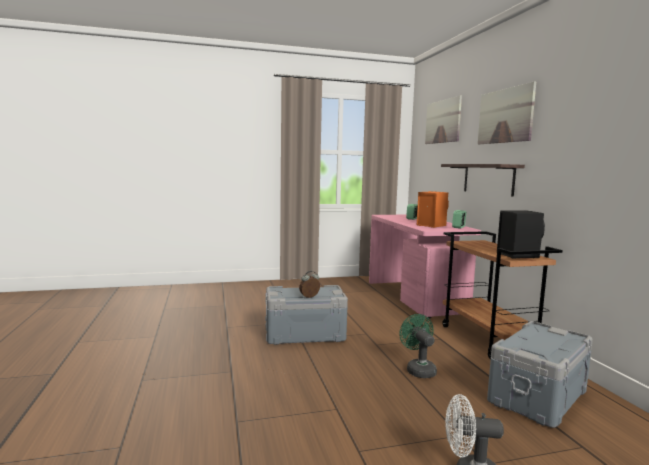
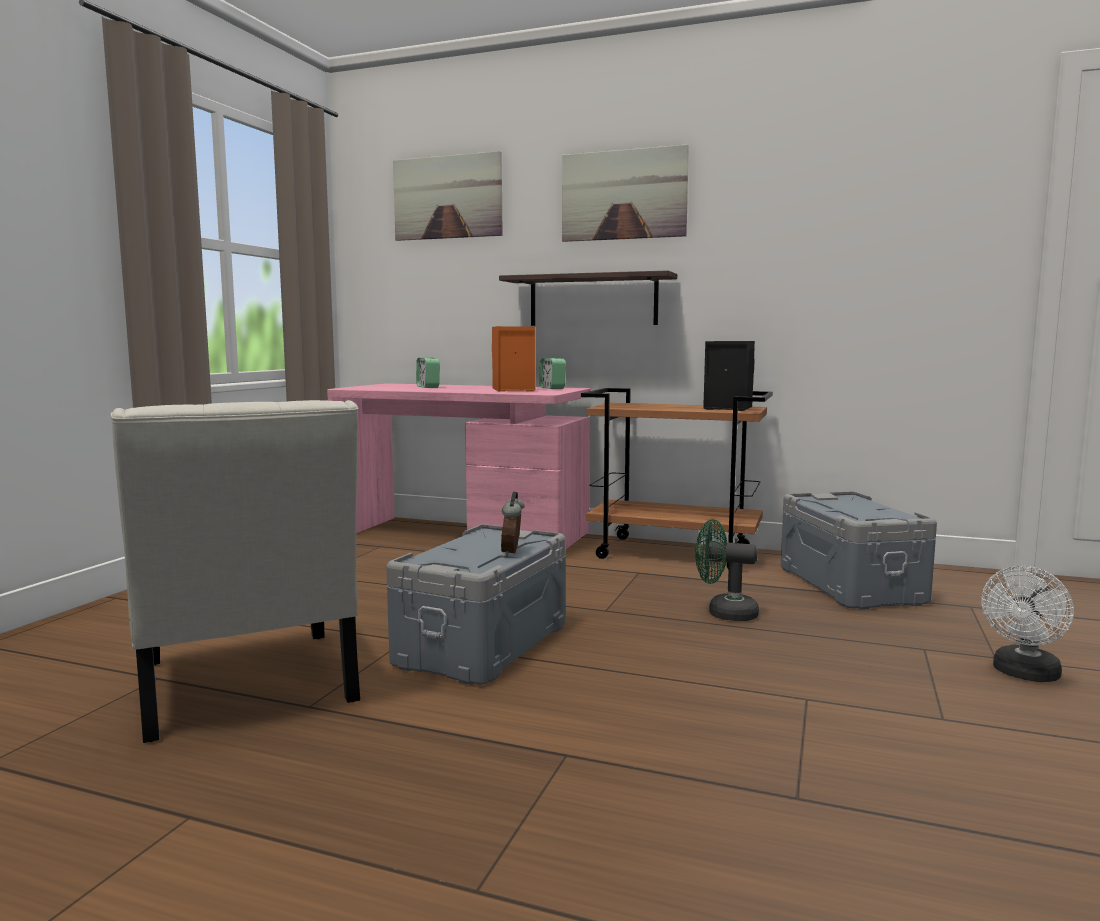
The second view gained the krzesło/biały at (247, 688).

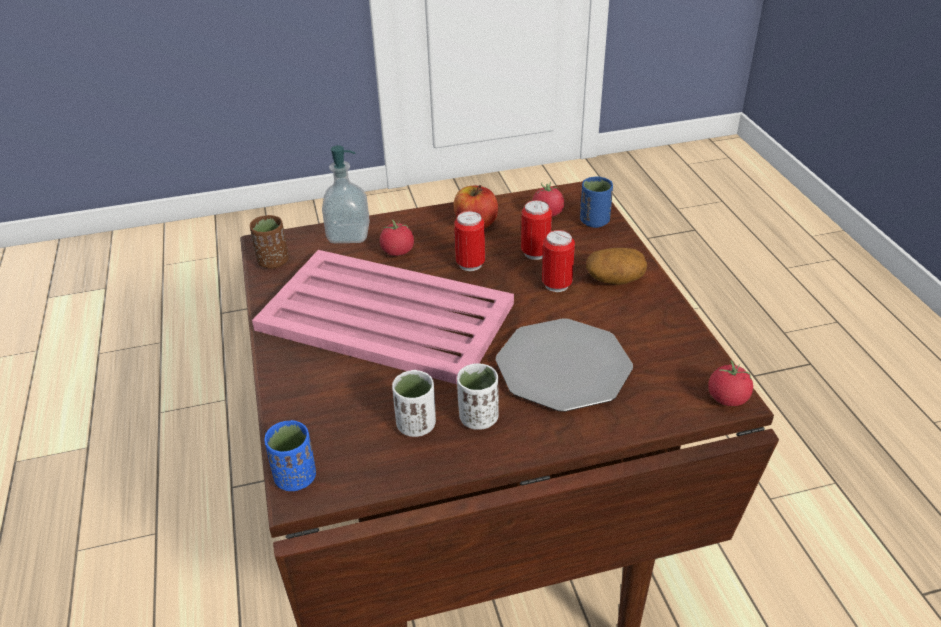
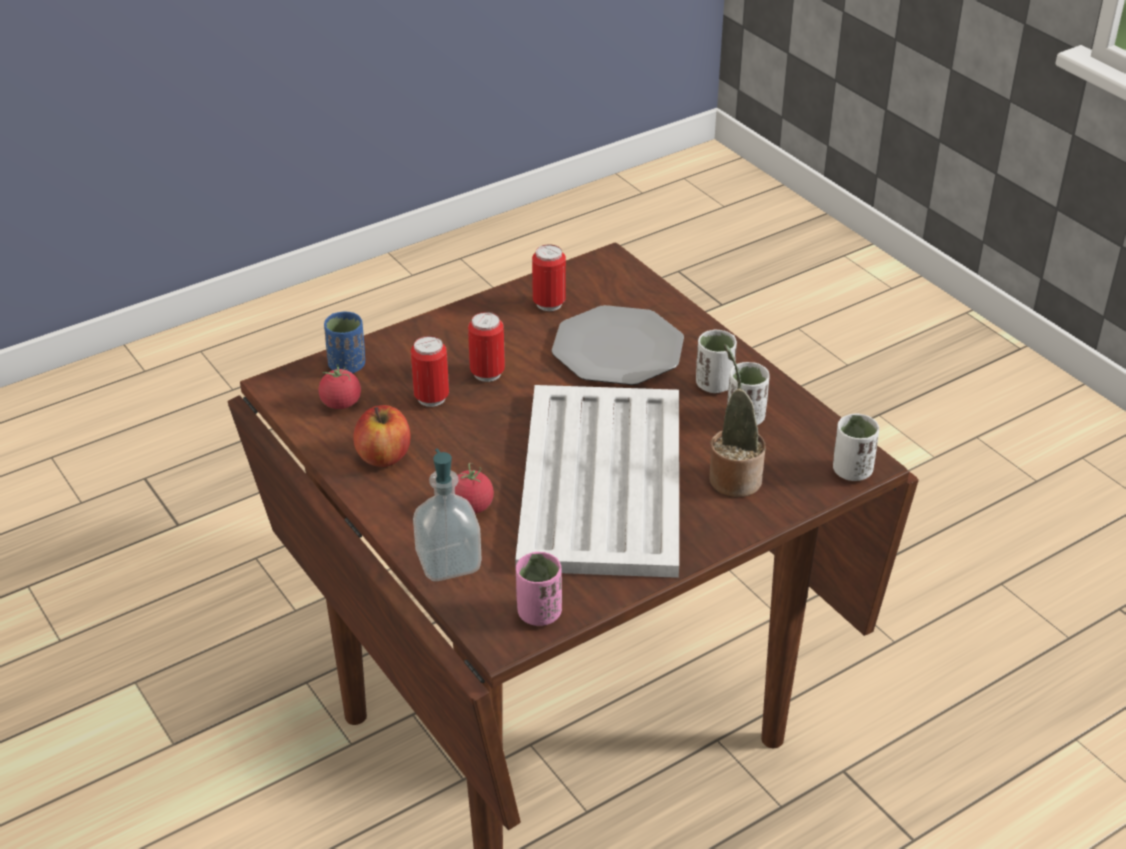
What was the taca/różowy at (387, 318) turned into the taca/biały at (602, 479).
What was the filiżanka/brązowy at (273, 261) turned into the filiżanka/różowy at (539, 613).
The puszka ended up elsewhere, having gone from (470, 264) to (549, 304).
The second view gained the roślina doniczkowa at (733, 477).
What was the filiżanka/niebieski at (296, 477) turned into the filiżanka/biały at (852, 471).
The second view lost the ziemniak at (614, 279).
The second view lost the pomidor at (727, 398).

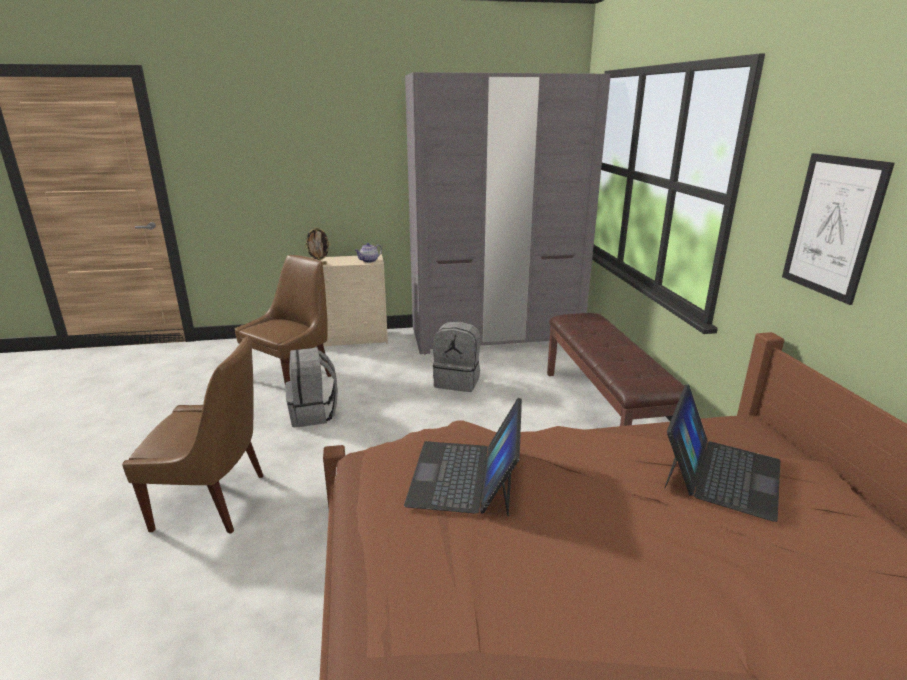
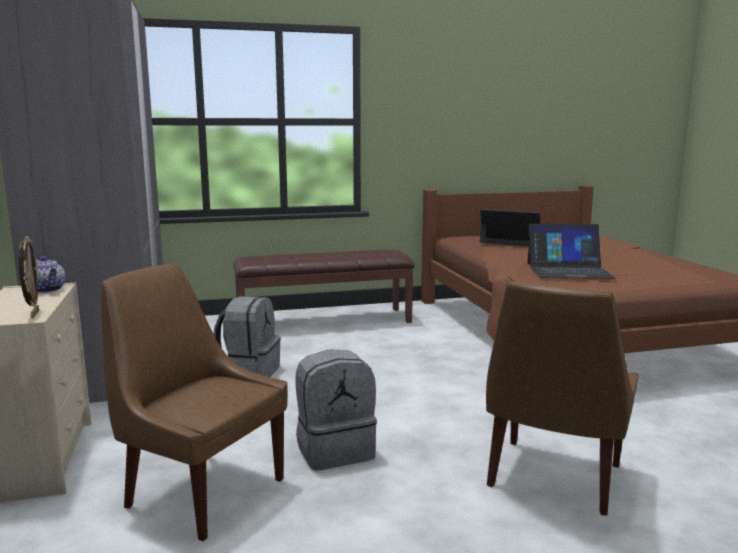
The krzesło/brązowy at (215, 502) ended up facing another way, 150 degrees counterclockwise from before.
The second view lost the obraz at (832, 226).

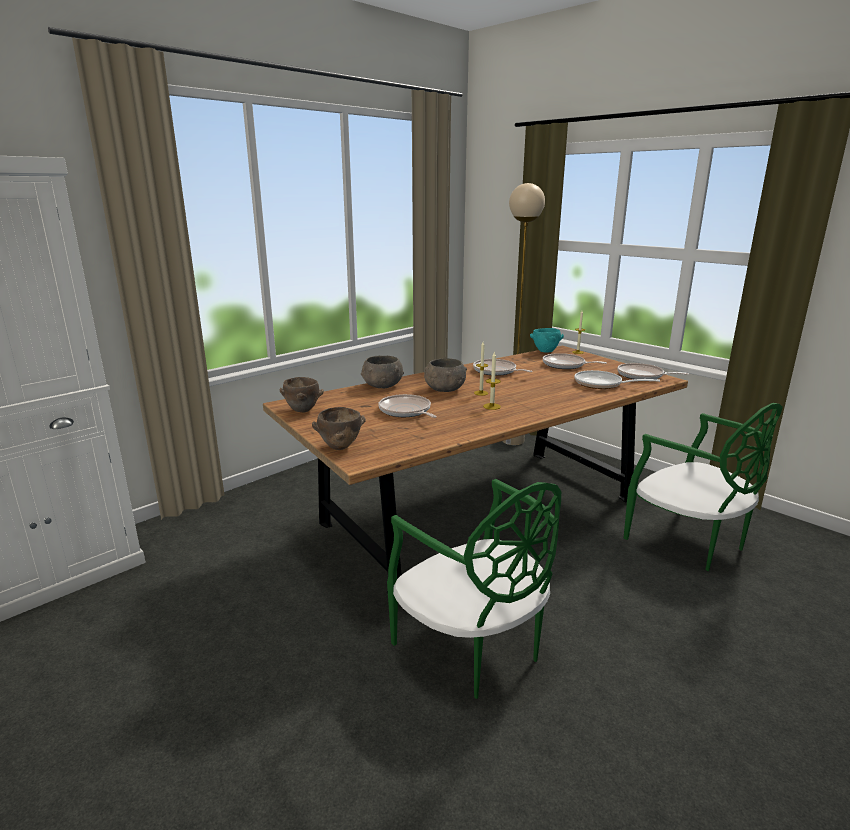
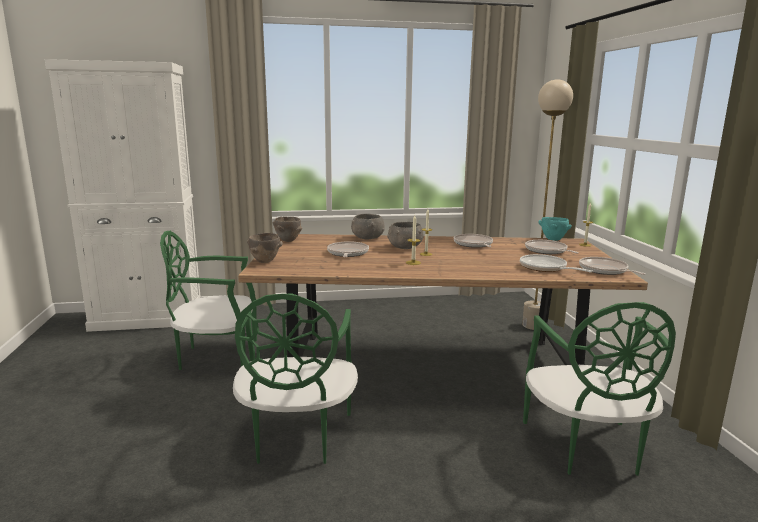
The second view gained the krzesło/zielony at (217, 357).

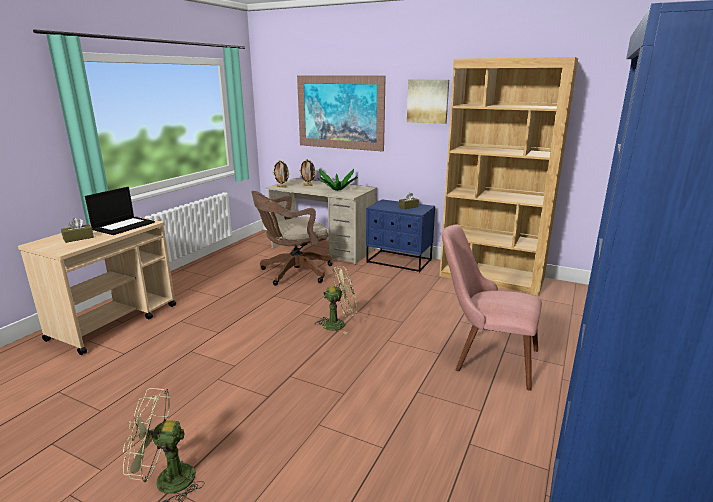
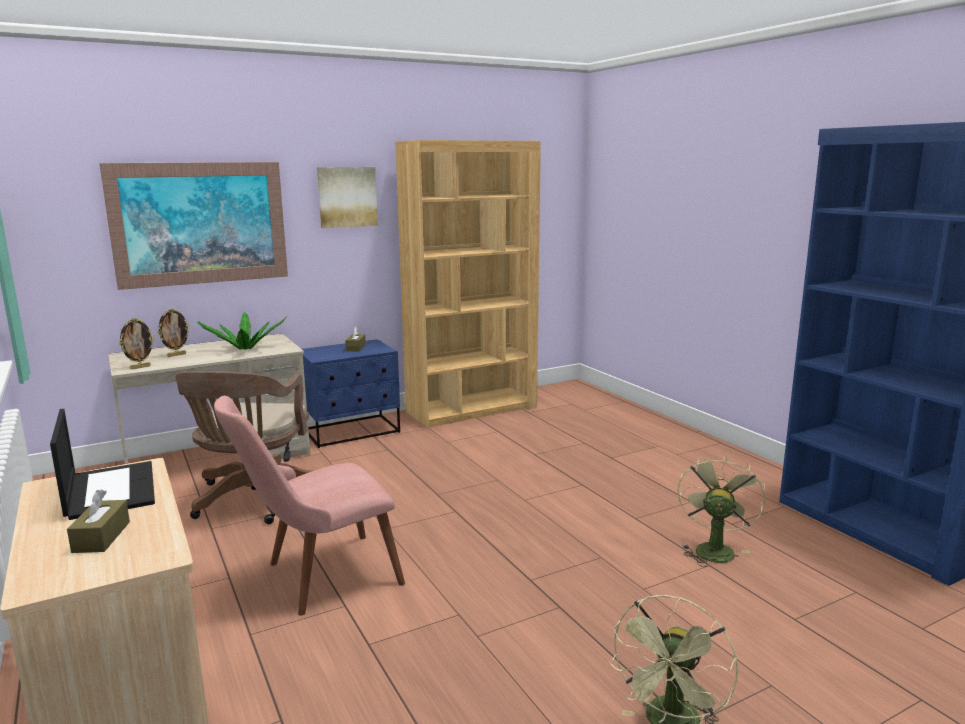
The krzesło/różowy ended up elsewhere, having gone from (485, 357) to (317, 578).
The wentylator/zielony ended up elsewhere, having gone from (339, 324) to (713, 549).

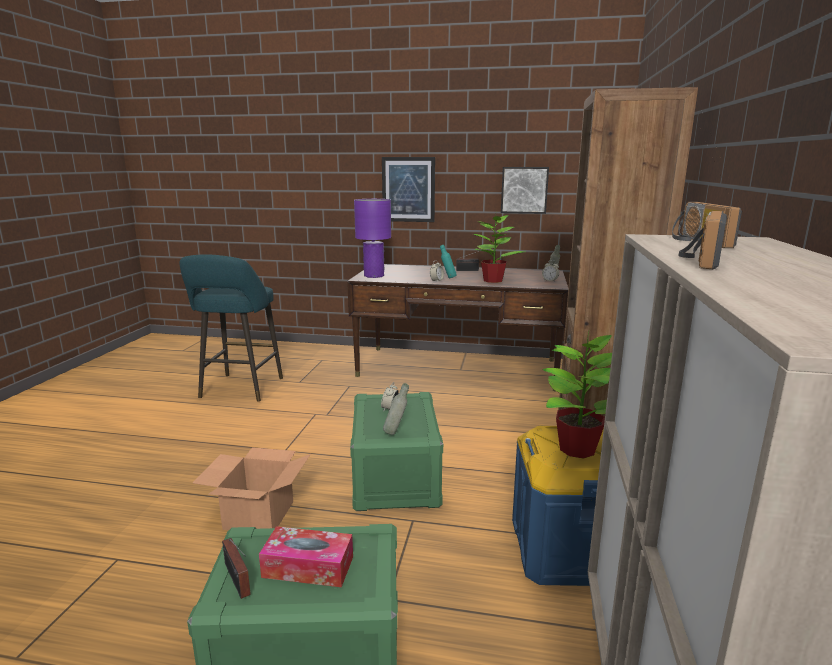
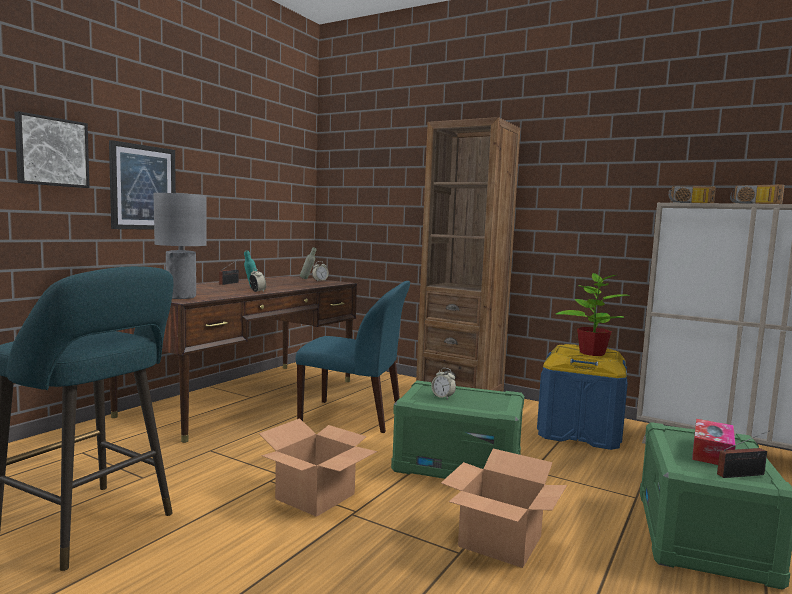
The obraz ended up elsewhere, having gone from (524, 190) to (51, 152).
What was the lampa stołowa/fioletowy at (373, 276) turned into the lampa stołowa/szary at (181, 297).
The second view gained the karton at (315, 496).
The second view gained the krzesło/niebieski at (353, 417).
The second view lost the butelka/szary at (396, 432).
The second view lost the roślina doniczkowa at (493, 280).

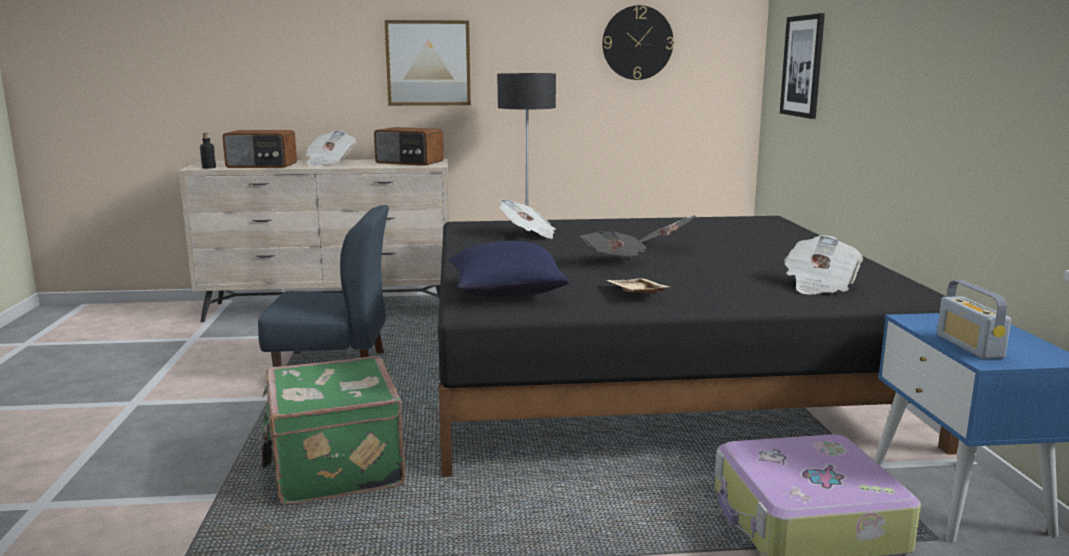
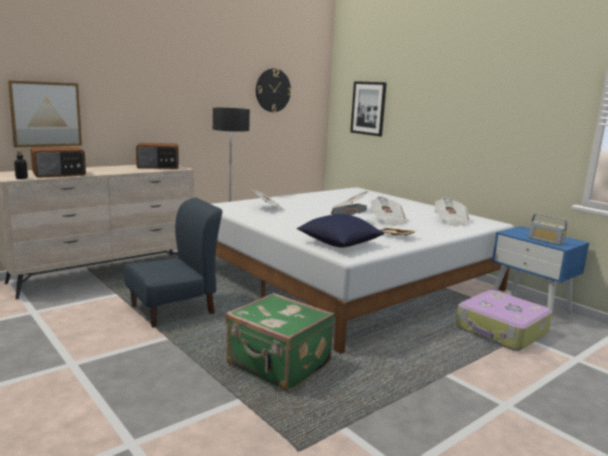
The obraz ended up elsewhere, having gone from (428, 63) to (45, 114).
What was the łóżko/czarny at (649, 375) turned into the łóżko/biały at (349, 280).
The gazeta ended up elsewhere, having gone from (329, 163) to (387, 221).

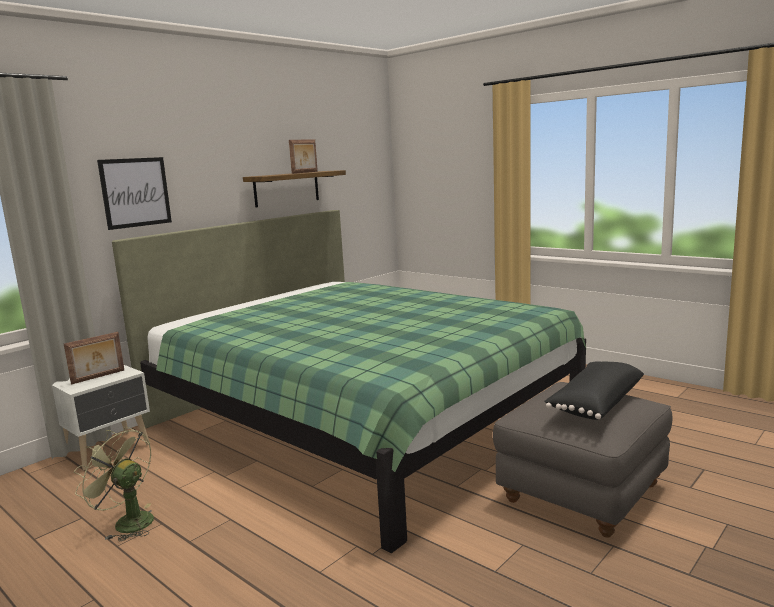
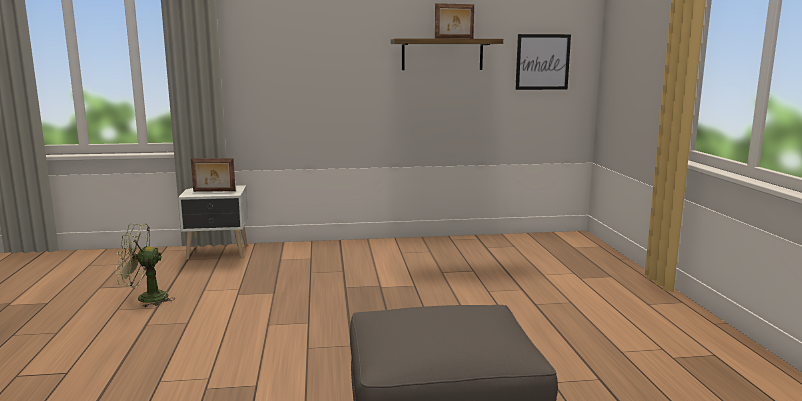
The wentylator/zielony at (127, 522) ended up facing another way, 75 degrees counterclockwise from before.
The obraz ended up elsewhere, having gone from (135, 192) to (542, 62).
The second view lost the łóżko/zielony at (360, 418).
The second view lost the poduszka/czarny at (594, 403).

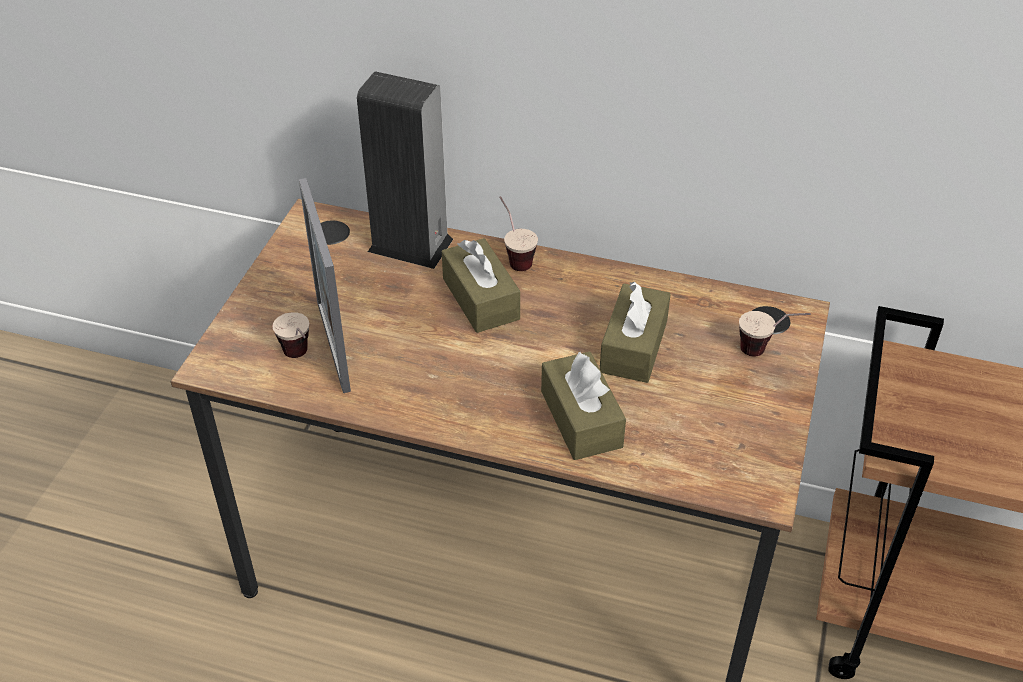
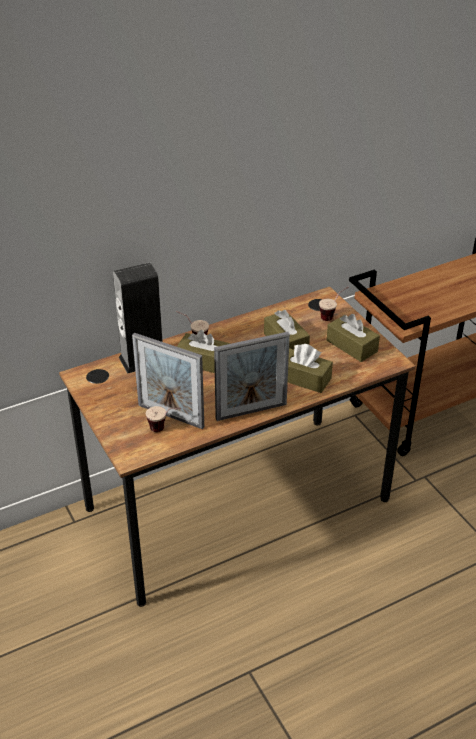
The second view gained the ramka na zdjęcie at (251, 411).
The second view gained the pudełko chusteczek/brązowy at (351, 346).

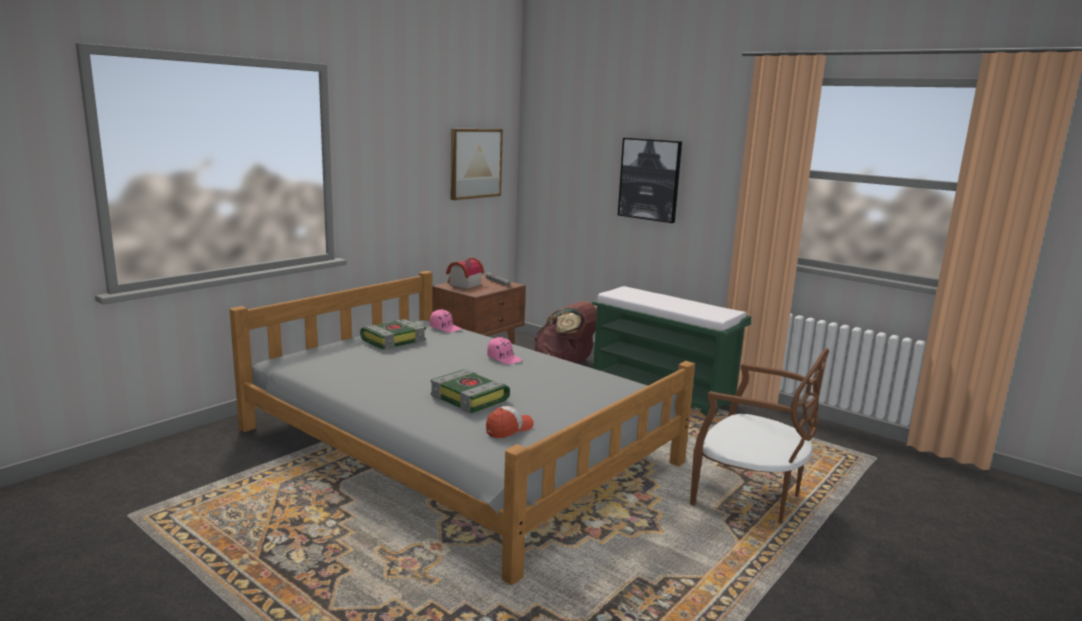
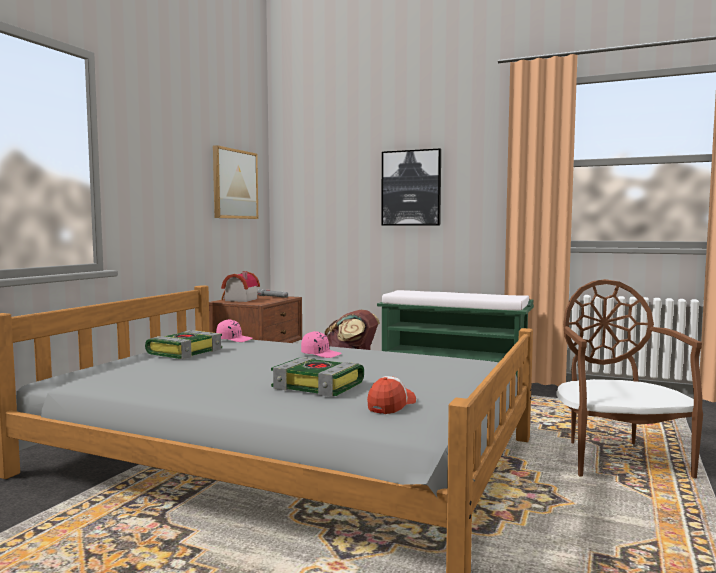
The krzesło/brązowy at (749, 498) ended up facing another way, 105 degrees counterclockwise from before.

